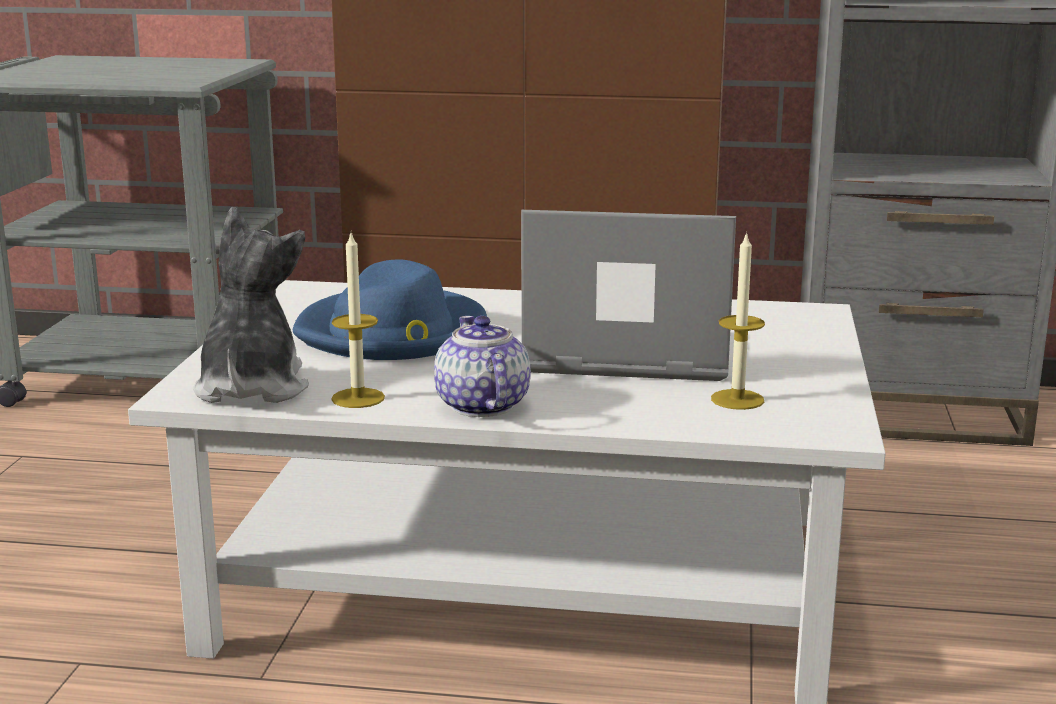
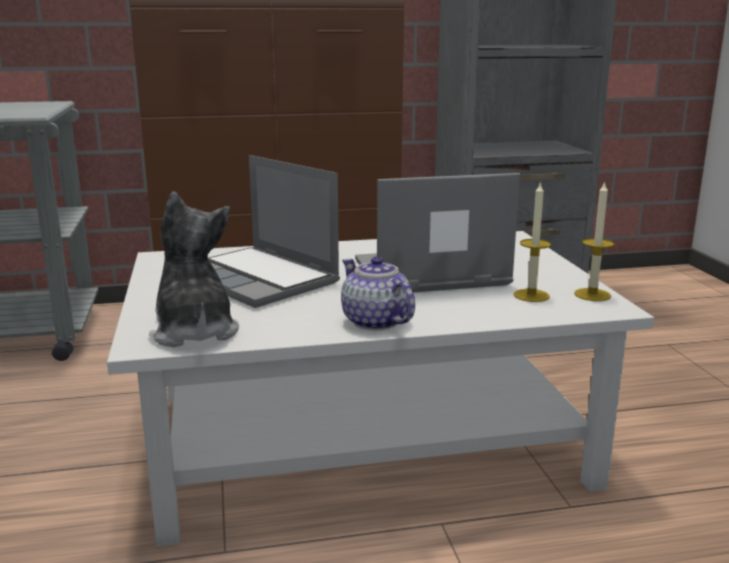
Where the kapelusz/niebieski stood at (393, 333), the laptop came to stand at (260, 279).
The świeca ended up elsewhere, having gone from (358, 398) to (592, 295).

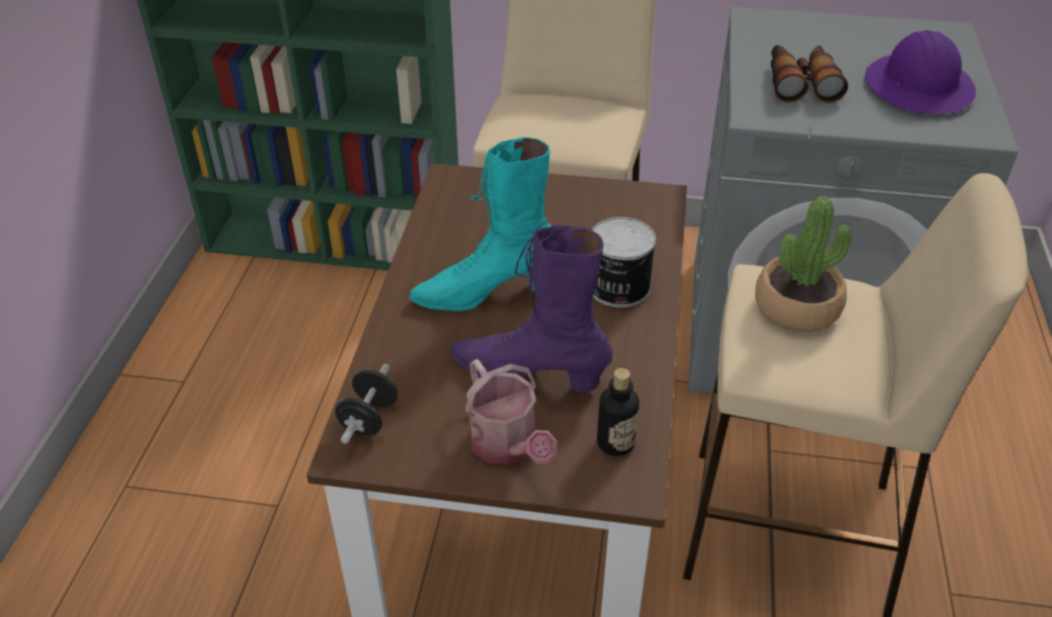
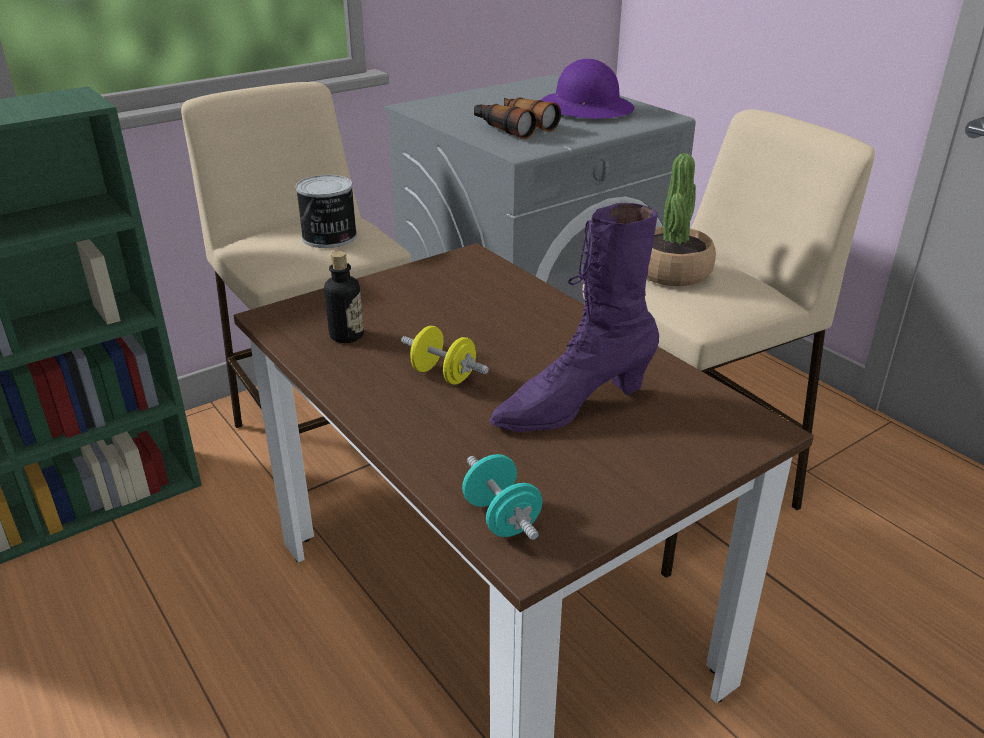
The puszka ended up elsewhere, having gone from (617, 287) to (329, 237).
The butelka ended up elsewhere, having gone from (615, 443) to (346, 335).
Where the but z cholewką/turkusowy stood at (486, 293), the hantel/żółty came to stand at (443, 375).
What was the hantel/czarny at (369, 419) turned into the hantel/turkusowy at (501, 518).
The second view lost the konewka at (507, 446).

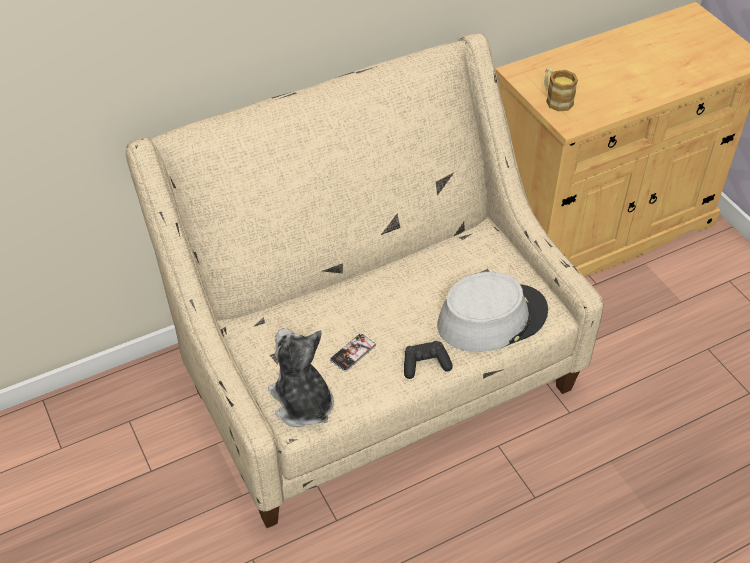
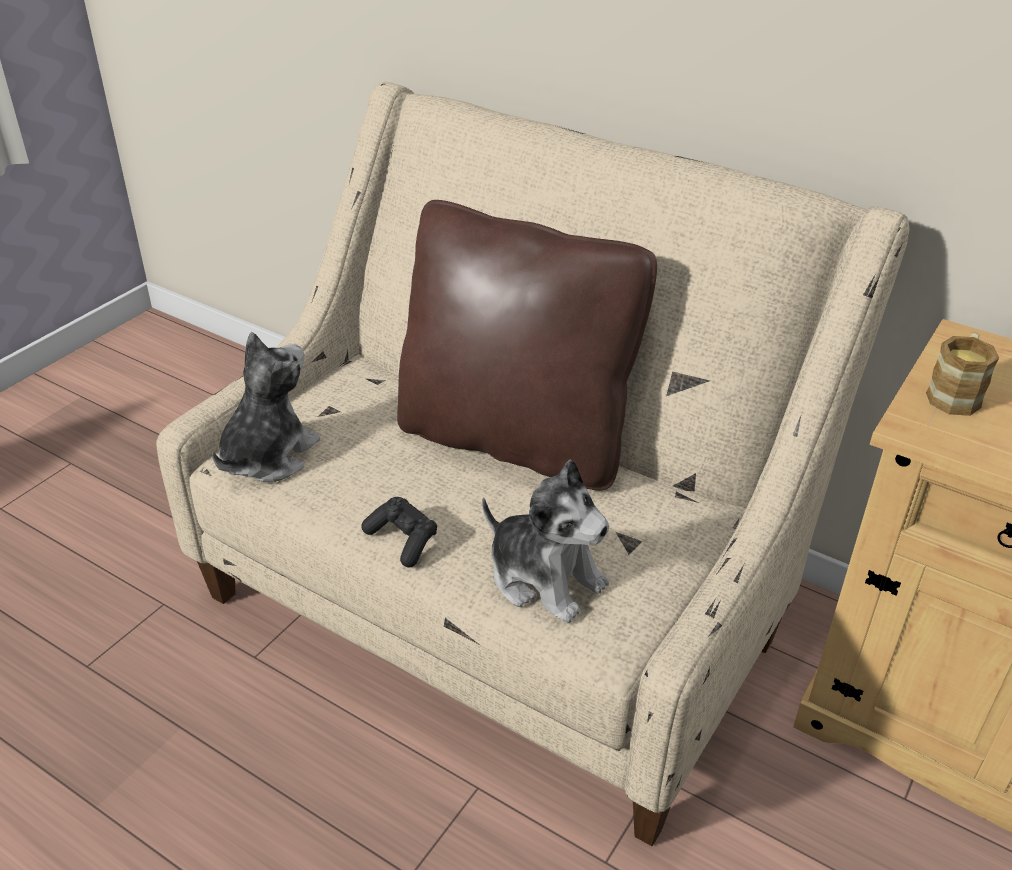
The second view gained the poduszka/brązowy at (515, 439).
Where the kapelusz/szary stood at (492, 318), the pluszak came to stand at (545, 578).
The second view lost the telefon at (353, 353).

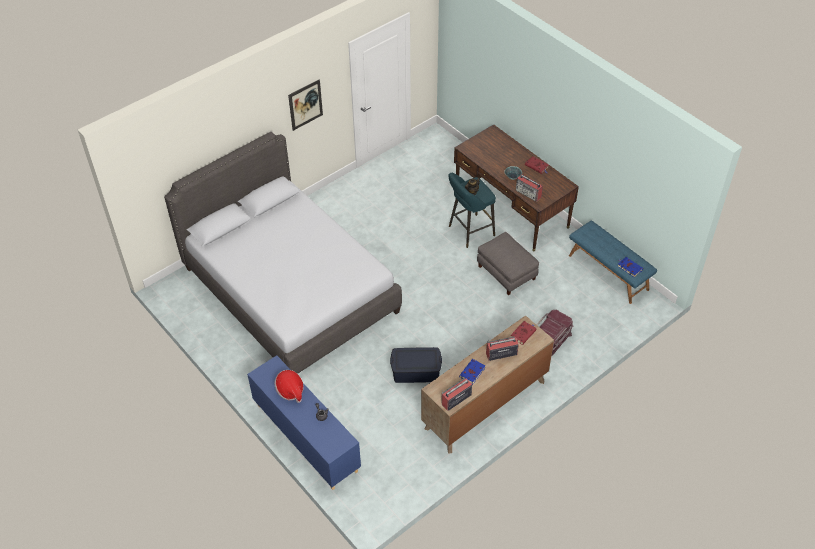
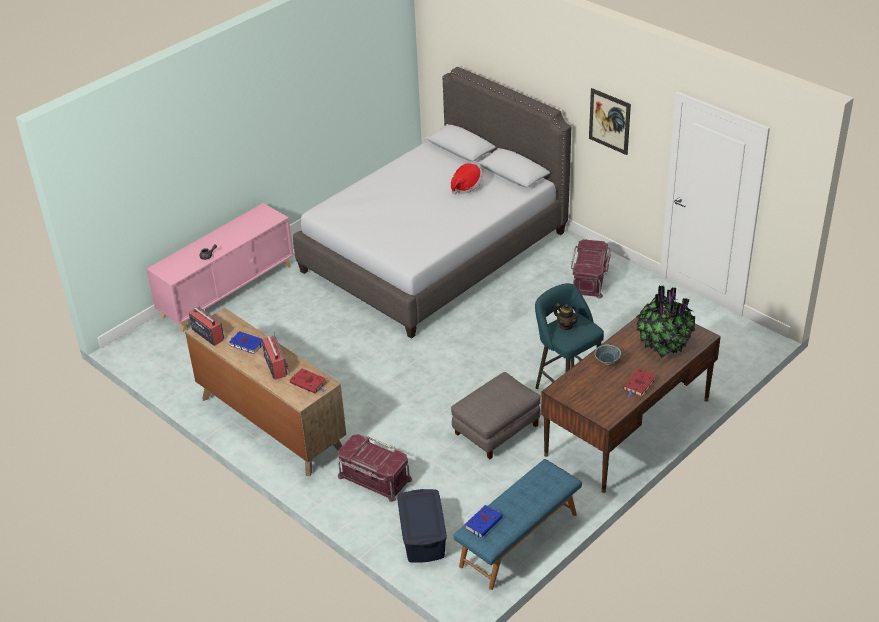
What was the szafka/niebieski at (306, 437) turned into the szafka/różowy at (227, 291).
The pojemnik do przechowywania/niebieski ended up elsewhere, having gone from (416, 372) to (422, 537).
The kapelusz ended up elsewhere, having gone from (290, 390) to (466, 187).
The second view gained the pojemnik do przechowywania/czerwony at (590, 279).
The second view gained the roślina doniczkowa at (663, 344).
The second view lost the radio at (528, 193).

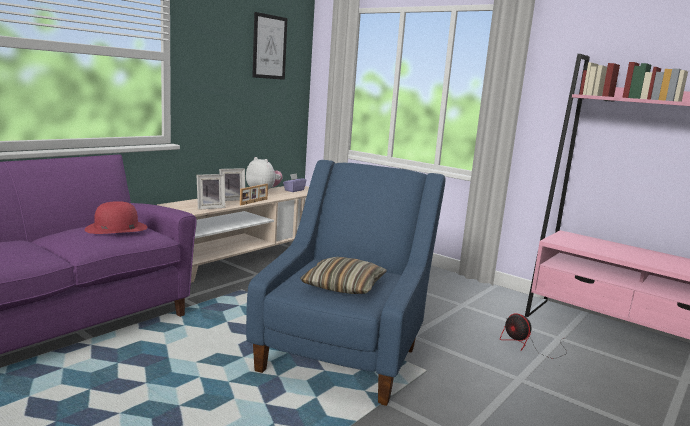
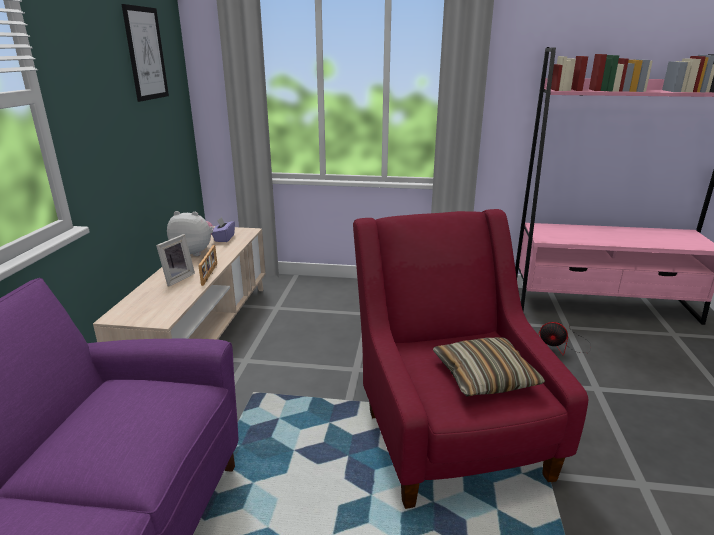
What was the fotel/niebieski at (344, 352) turned into the fotel/czerwony at (449, 431).
The second view lost the kapelusz/czerwony at (116, 228).
The second view lost the ramka na zdjęcie at (210, 207).

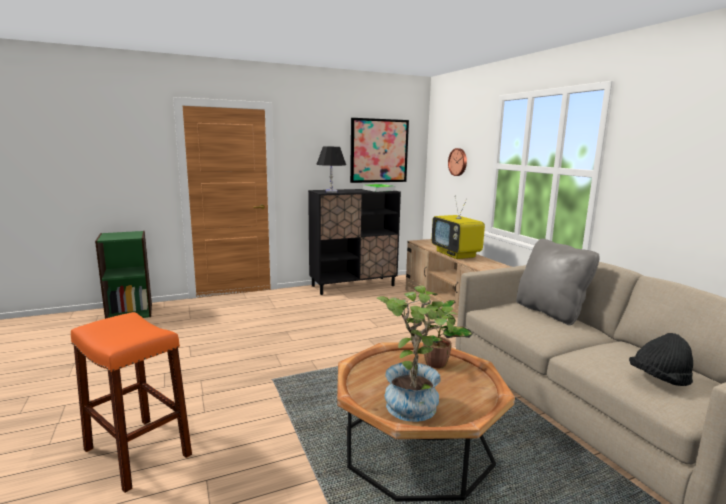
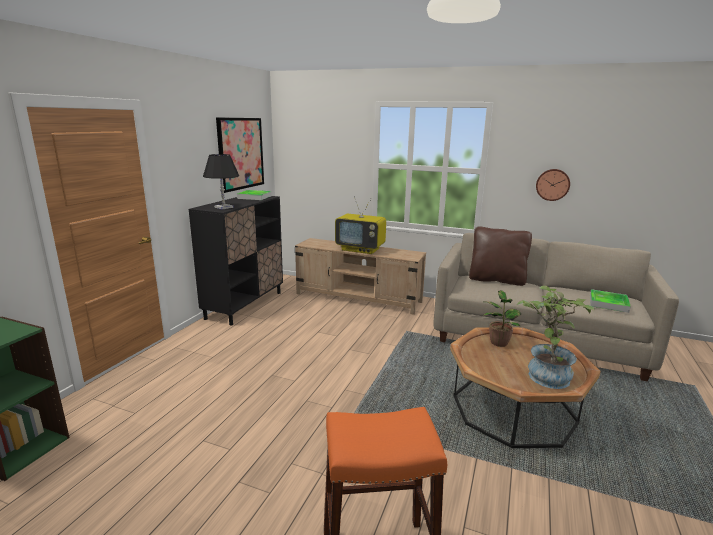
What was the poduszka/szary at (550, 312) turned into the poduszka/brązowy at (496, 280).
The zegar ścienny ended up elsewhere, having gone from (458, 162) to (552, 184).
Where the kapelusz/czarny stood at (659, 380), the taca came to stand at (608, 303).

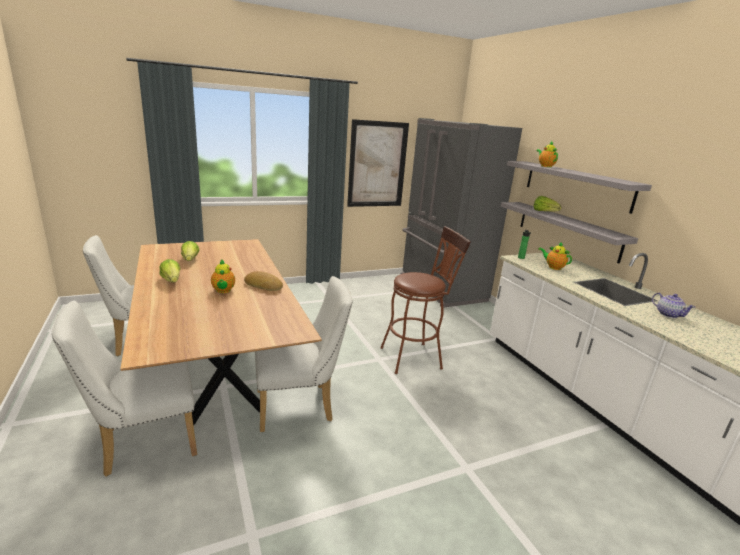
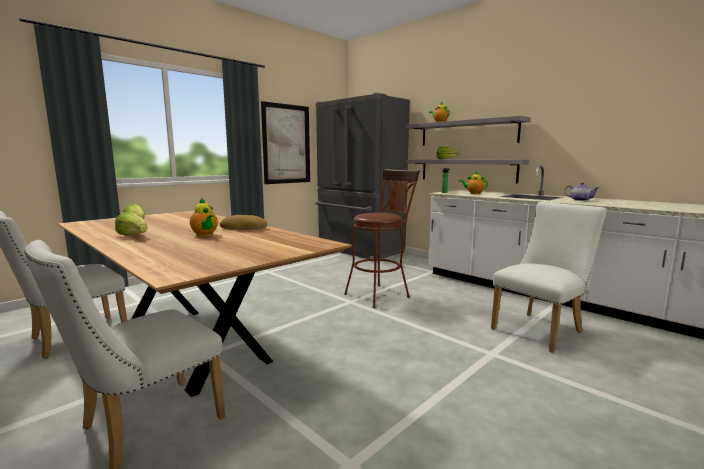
The krzesło/biały ended up elsewhere, having gone from (300, 406) to (541, 329).

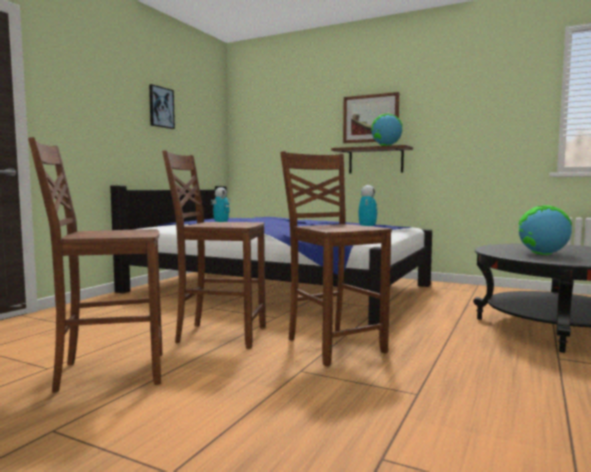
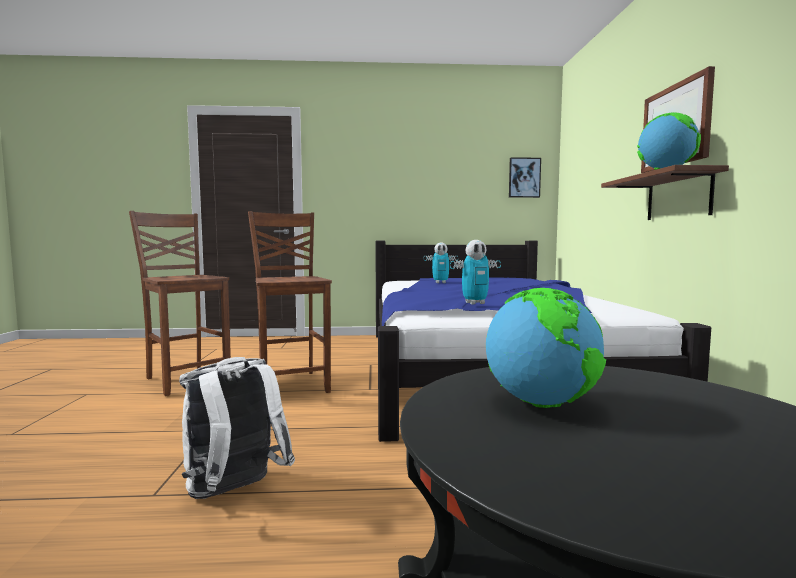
The second view gained the plecak/biały at (234, 492).
The obraz ended up elsewhere, having gone from (161, 107) to (524, 177).
The second view lost the krzesło/brązowy at (333, 345).

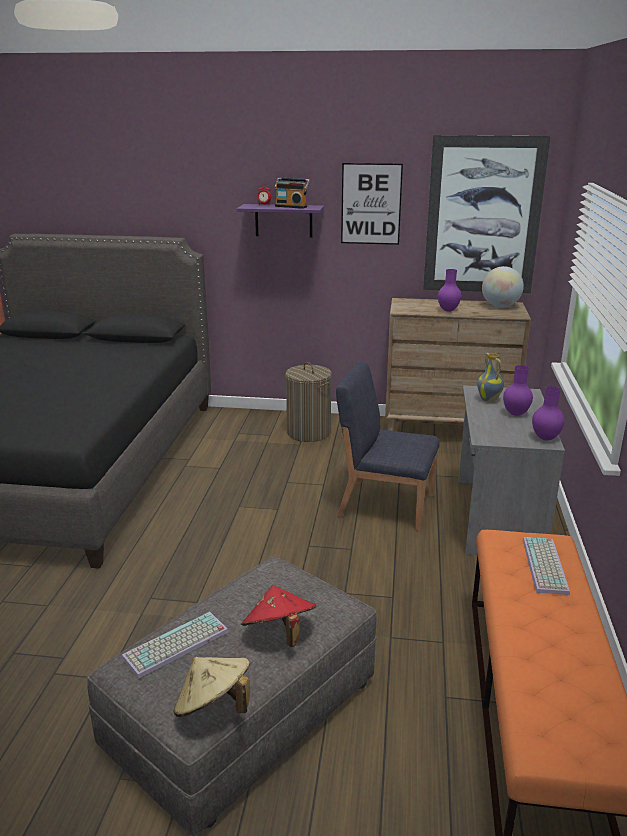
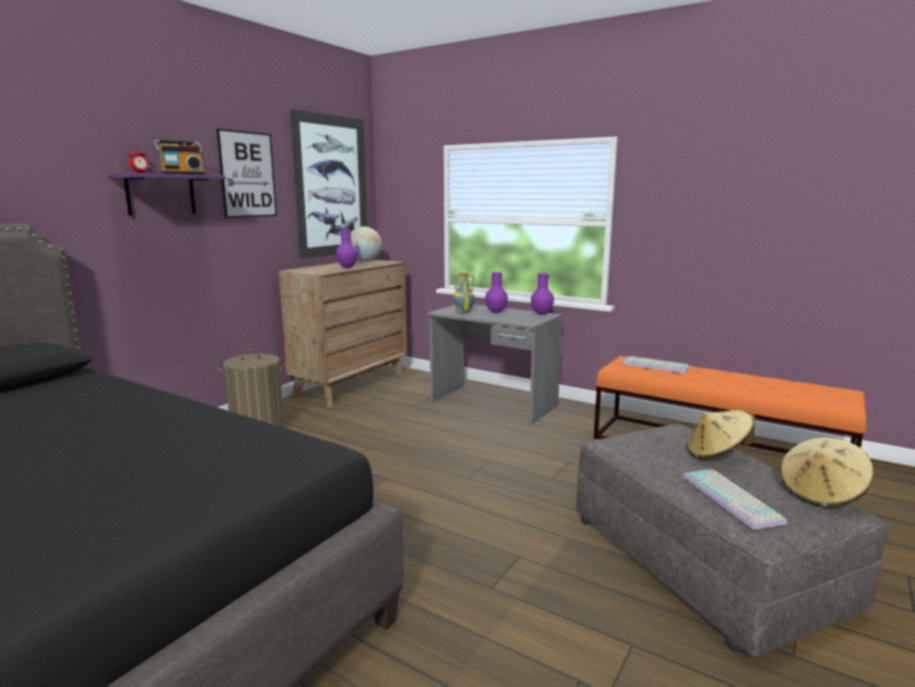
What was the kapelusz/czerwony at (279, 634) turned into the kapelusz/beżowy at (717, 454).
The second view lost the krzesło/niebieski at (385, 504).

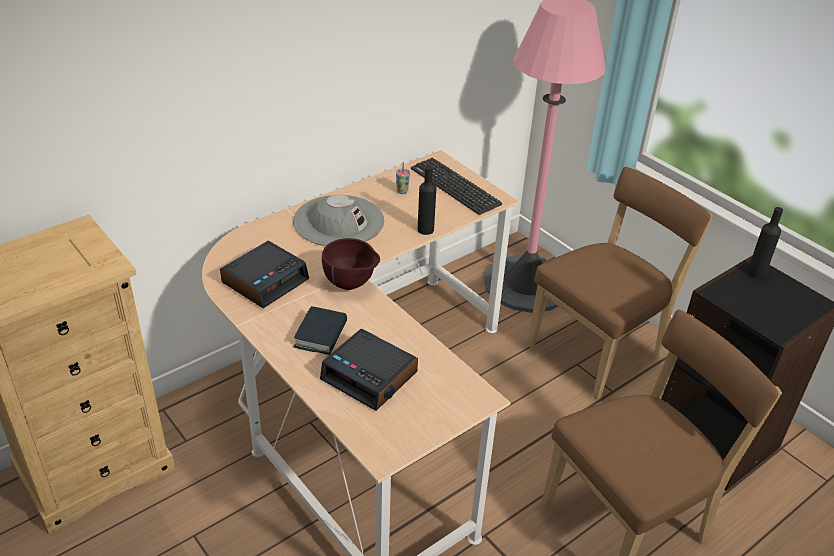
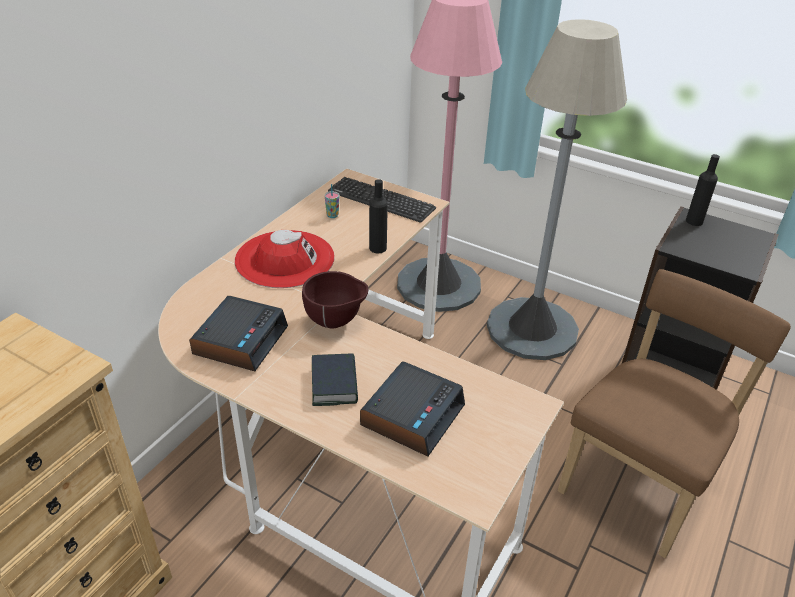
What was the kapelusz/szary at (338, 221) turned into the kapelusz/czerwony at (284, 259).
The budzik at (370, 376) ended up facing another way, 75 degrees counterclockwise from before.
Where the krzesło/brązowy stood at (600, 349), the lampa stojąca/szary came to stand at (532, 329).

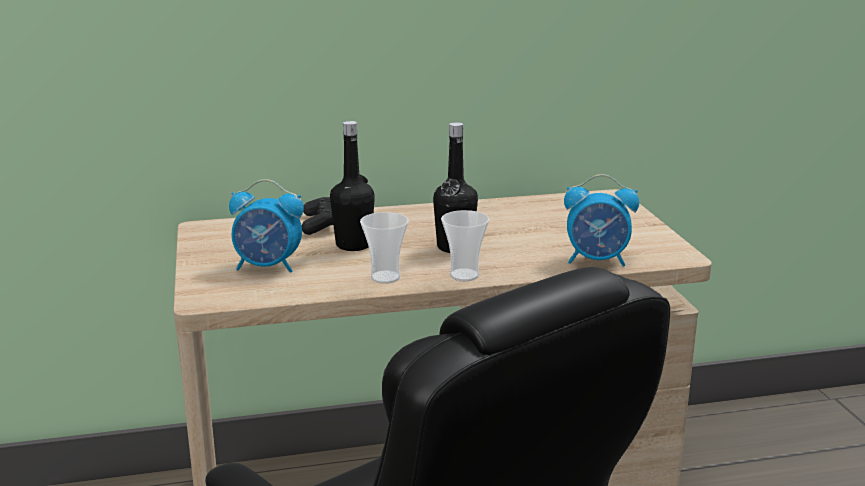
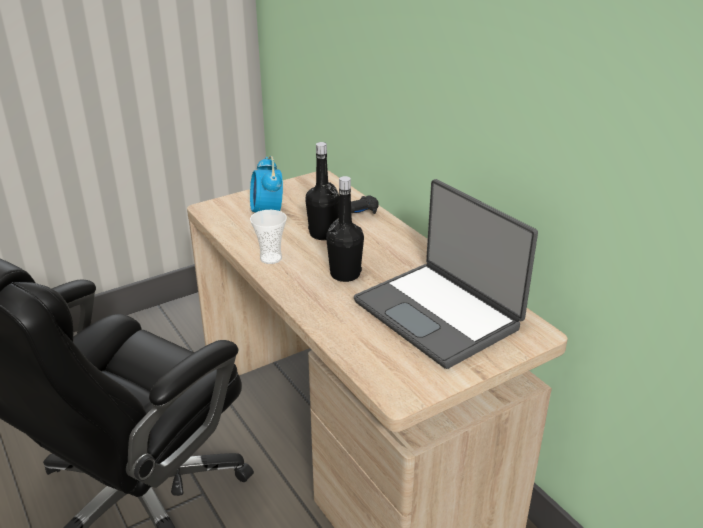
The second view gained the laptop at (439, 314).
The second view lost the filiżanka at (464, 275).
The second view lost the budzik at (597, 261).

